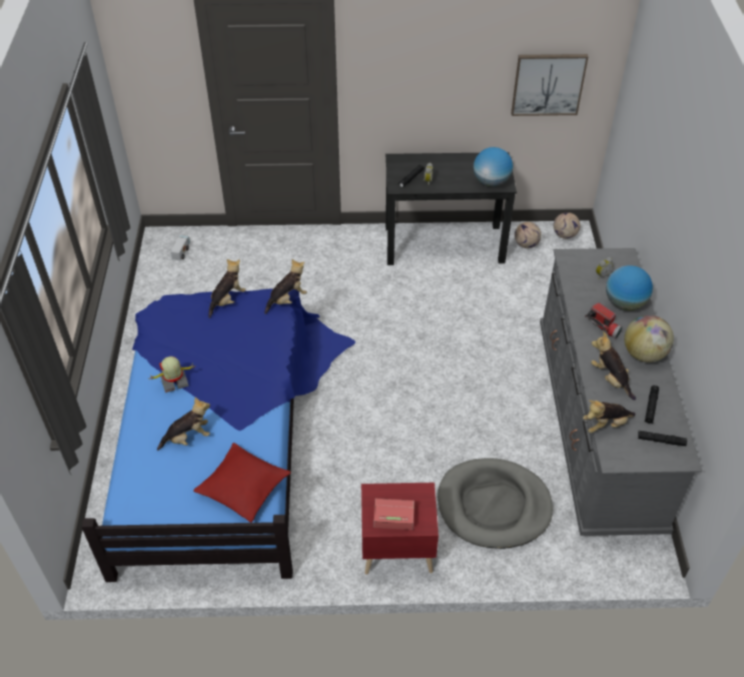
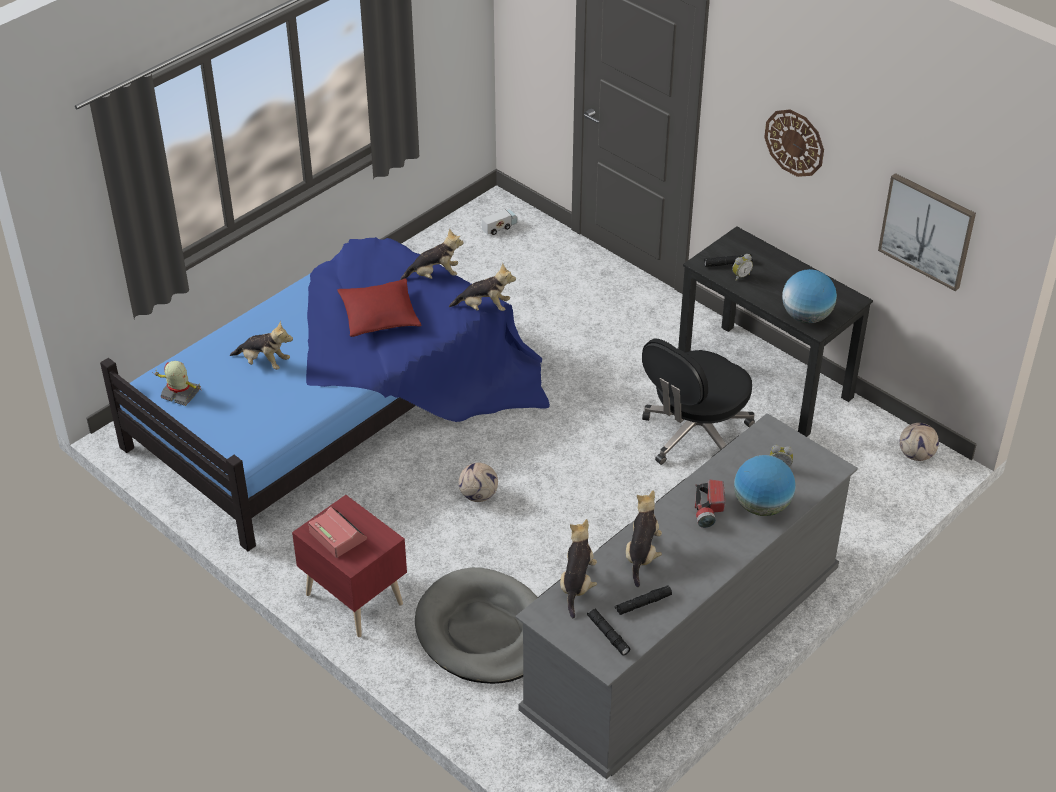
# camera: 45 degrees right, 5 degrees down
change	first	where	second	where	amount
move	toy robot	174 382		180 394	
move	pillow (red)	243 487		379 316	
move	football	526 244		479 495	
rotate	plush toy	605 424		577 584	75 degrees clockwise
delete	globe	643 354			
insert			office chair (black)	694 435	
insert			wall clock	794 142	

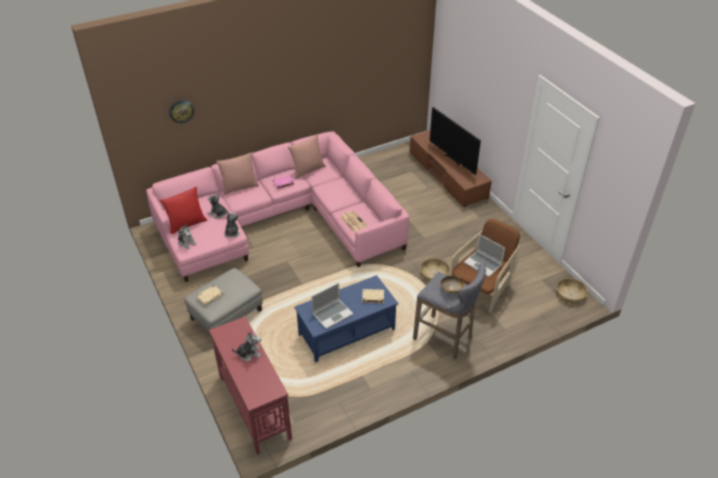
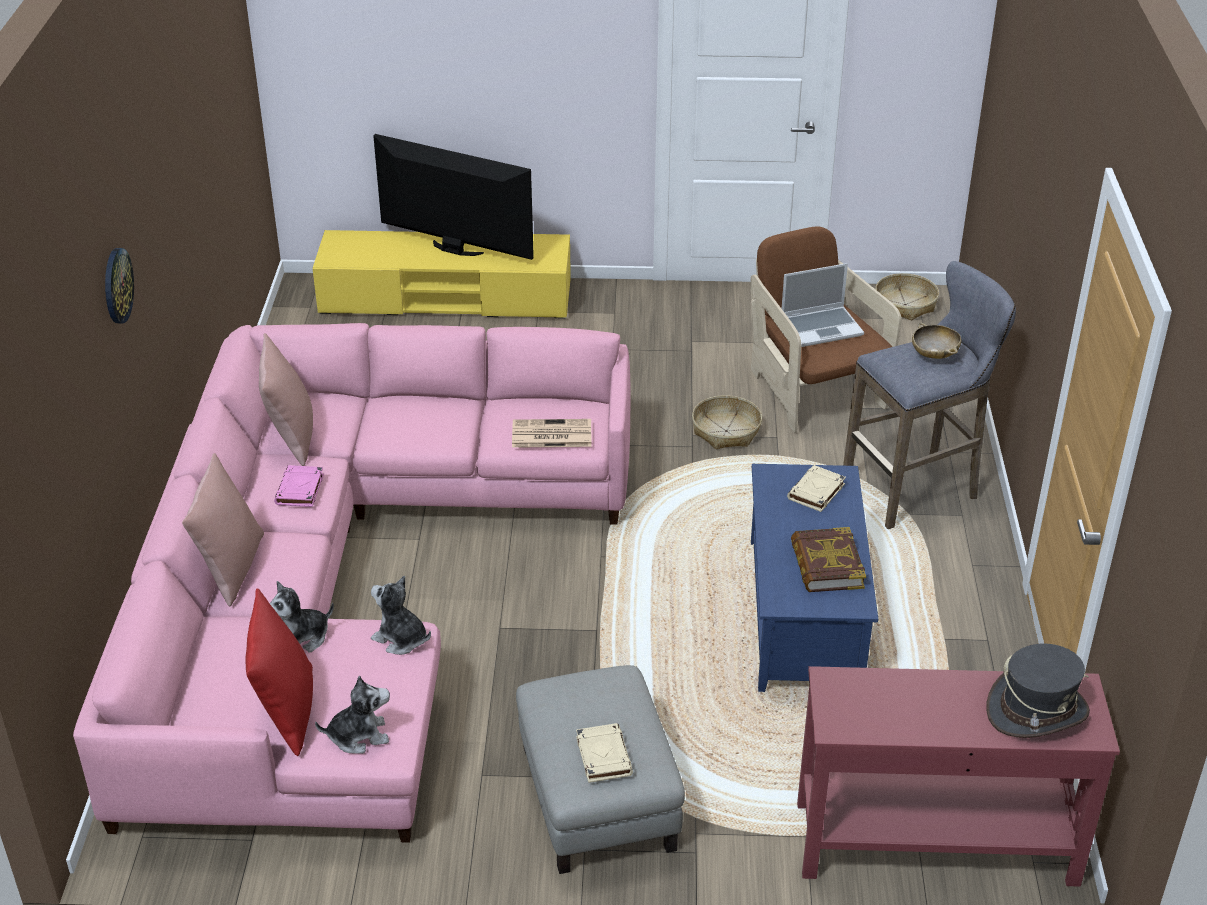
# camera: 60 degrees left, 5 degrees down
change	first	where	second	where	amount
move	wall clock	181 111		117 285	
delete	plush toy	249 353			
replace	laptop	332 314	book	826 565	
recolor	tv stand (brown)	447 175	tv stand (yellow)	446 298	
rotate	television	453 159		455 250	150 degrees counterclockwise
insert			hat (grey)	1036 711	

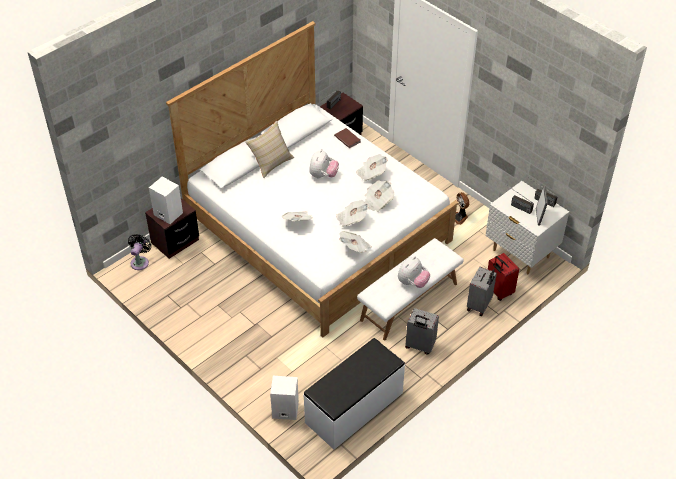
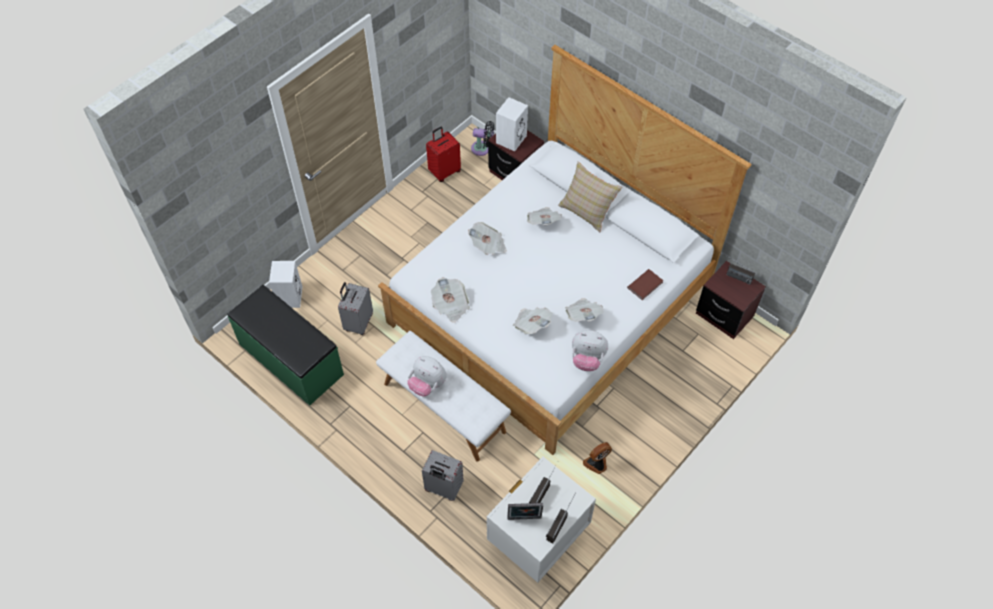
# camera: 85 degrees right, 10 degrees up
change	first	where	second	where	amount
recolor	bench (white)	354 408	bench (green)	290 360	
move	plush toy	323 175		587 359	
move	newspaper	351 219		543 222	
move	suitcase (grey)	419 346		358 322	
move	suitcase (red)	498 291		444 171	

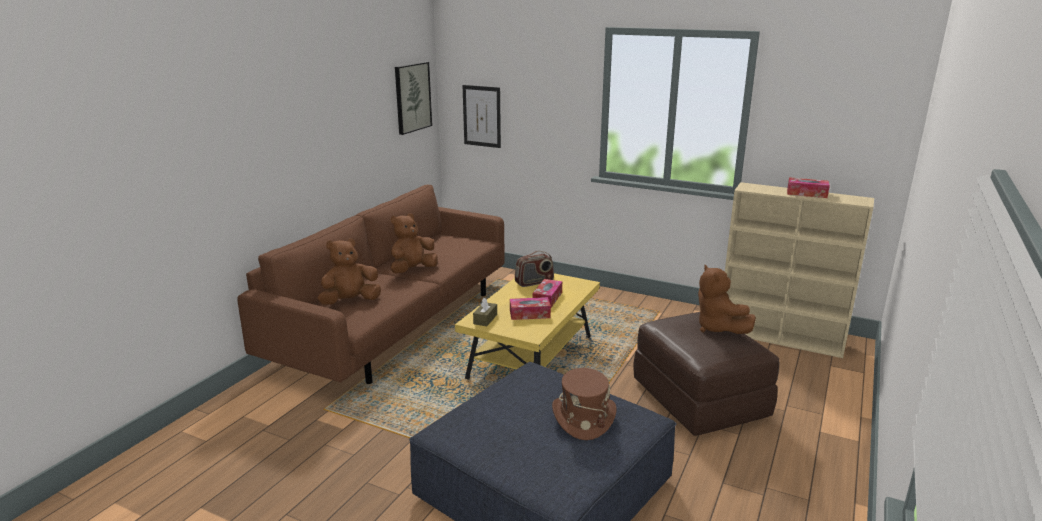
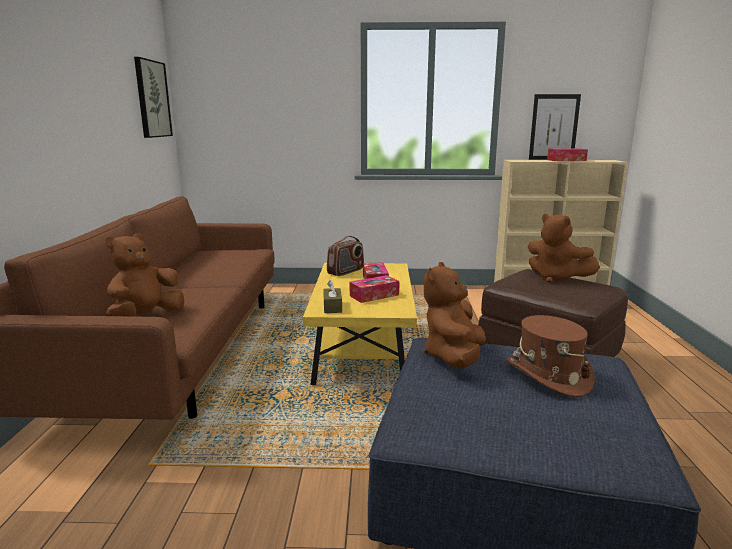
# camera: 25 degrees left, 5 degrees down
change	first	where	second	where	amount
move	plush toy (brown)	412 270		454 357	
move	picture	482 116		554 127	

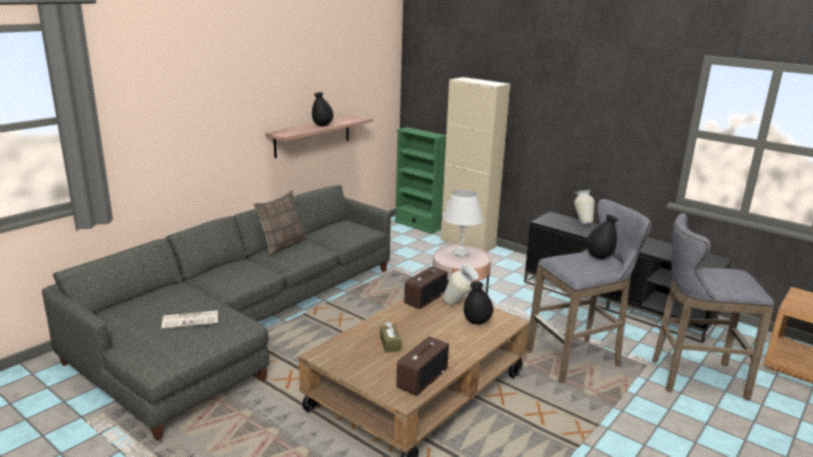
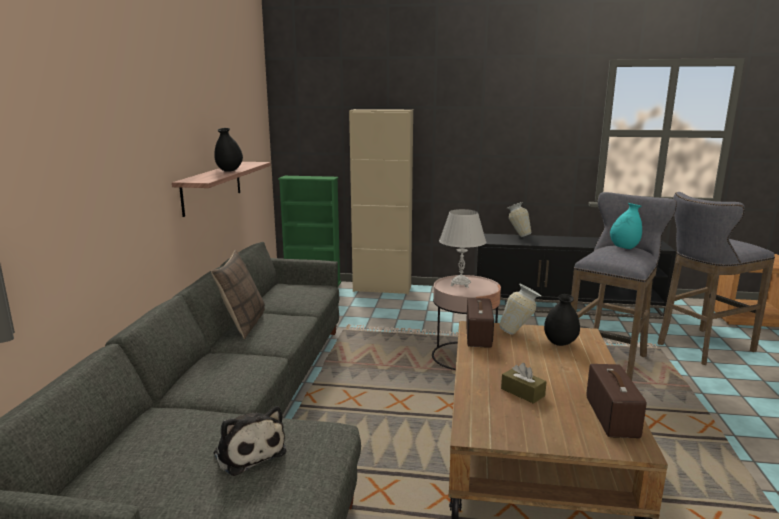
# camera: 30 degrees left, 5 degrees down
change	first	where	second	where	amount
replace	newspaper	191 320	plush toy	248 451	
recolor	vase (black)	599 257	vase (turquoise)	624 248	

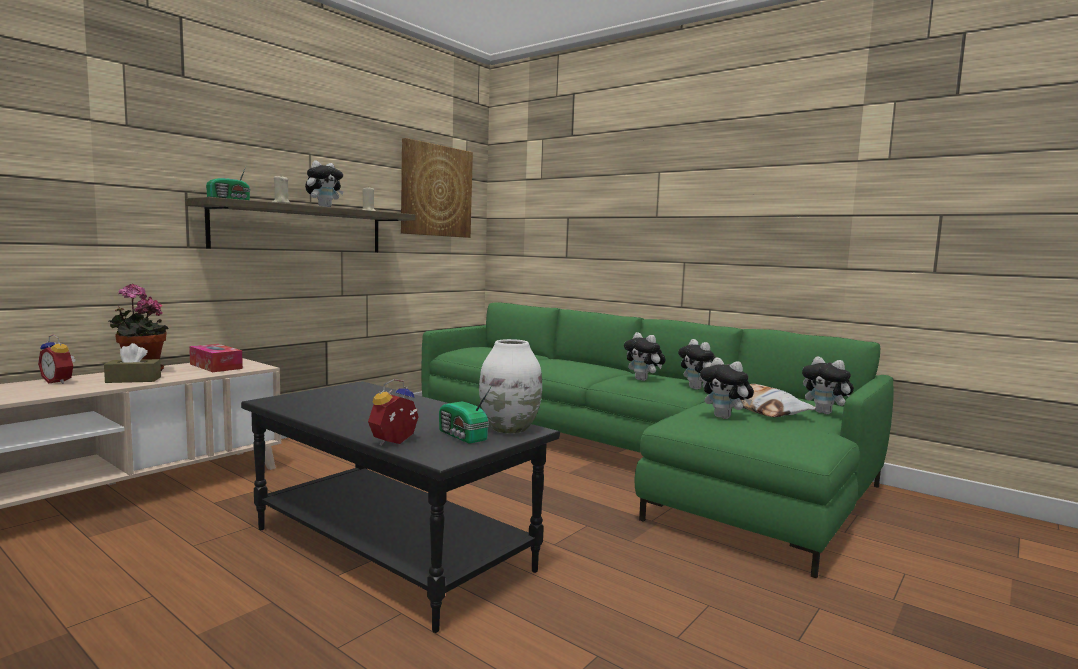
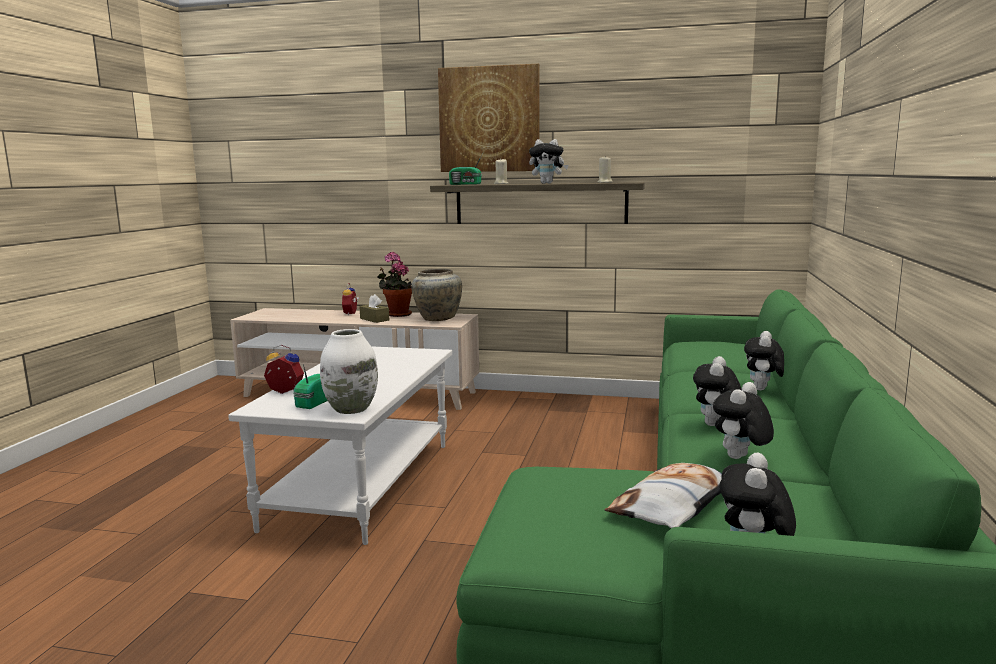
# camera: 65 degrees right, 5 degrees up
change	first	where	second	where	amount
replace	tissue box	216 366	vase (beige)	437 318	
recolor	coffee table (black)	393 549	coffee table (white)	363 485	
move	picture	436 191		489 119	
move	plush toy	725 417		763 390	

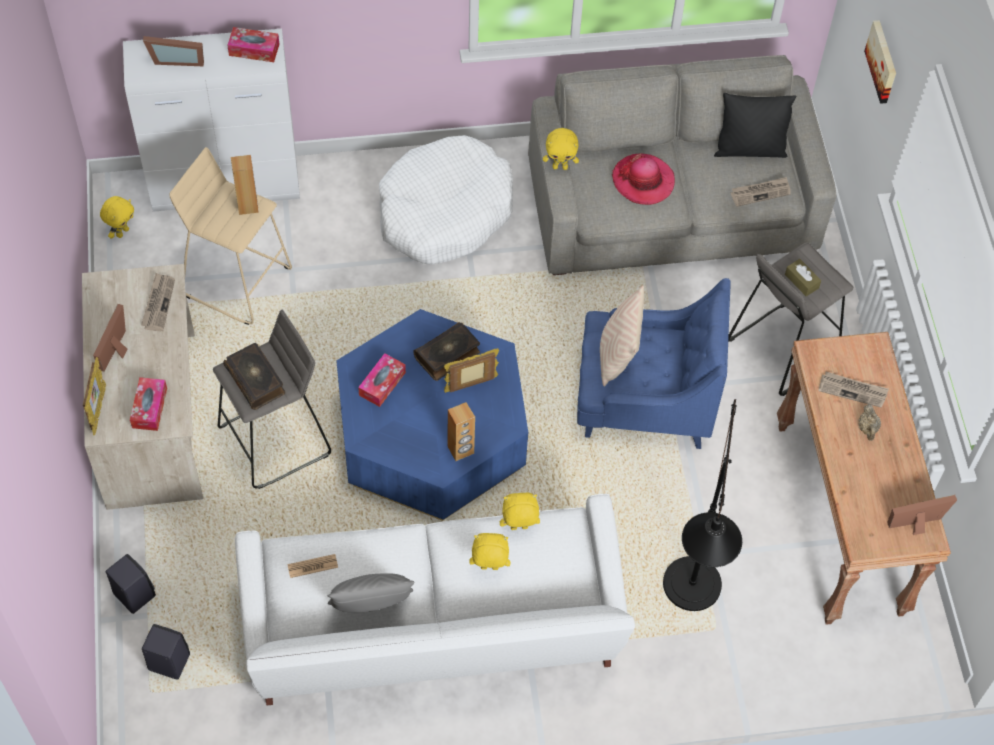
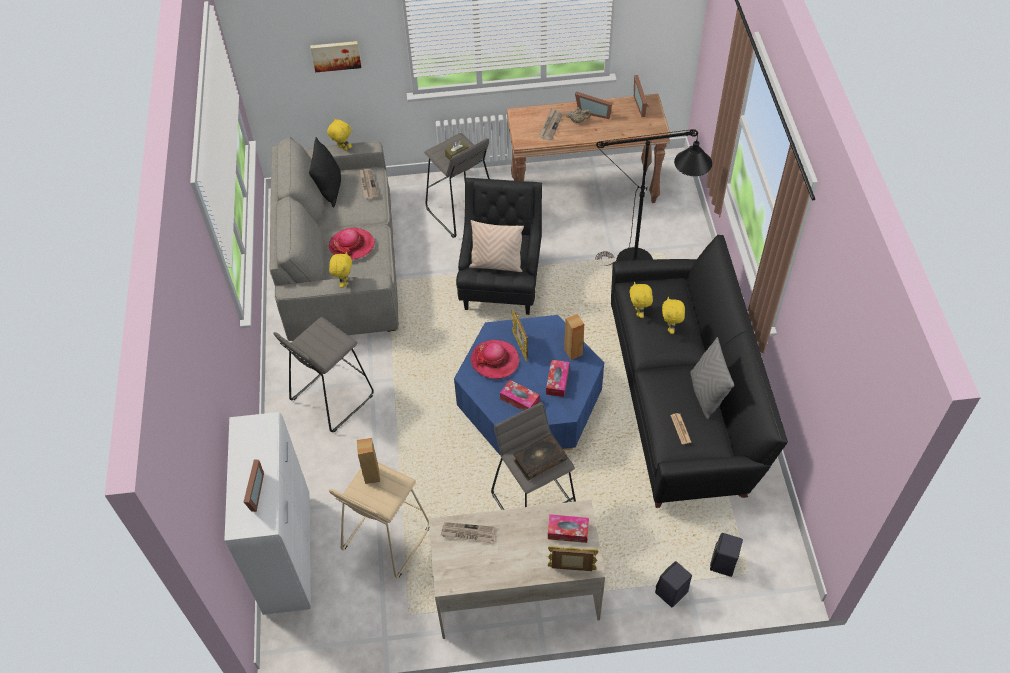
# camera: 85 degrees left, 5 degrees down
change	first	where	second	where	amount
move	picture frame	118 349		593 112	
move	plush toy (yellow)	122 232		342 148	
move	tissue box	254 50		557 381	
recolor	sofa (white)	433 634	sofa (black)	683 399	
replace	dog bed (white)	444 212	stool (grey)	332 397	
replace	book	447 355	hat	495 360	
recolor	armchair (blue)	643 402	armchair (black)	501 283	

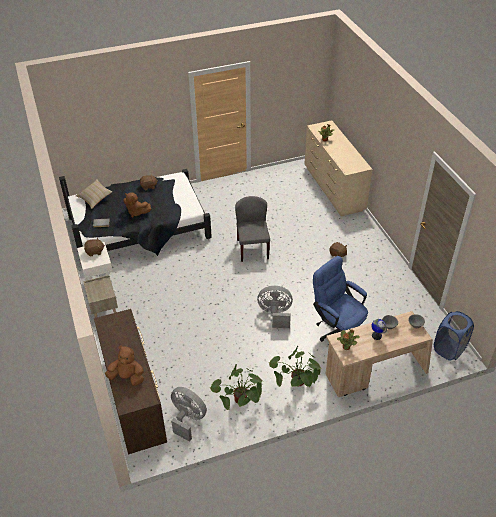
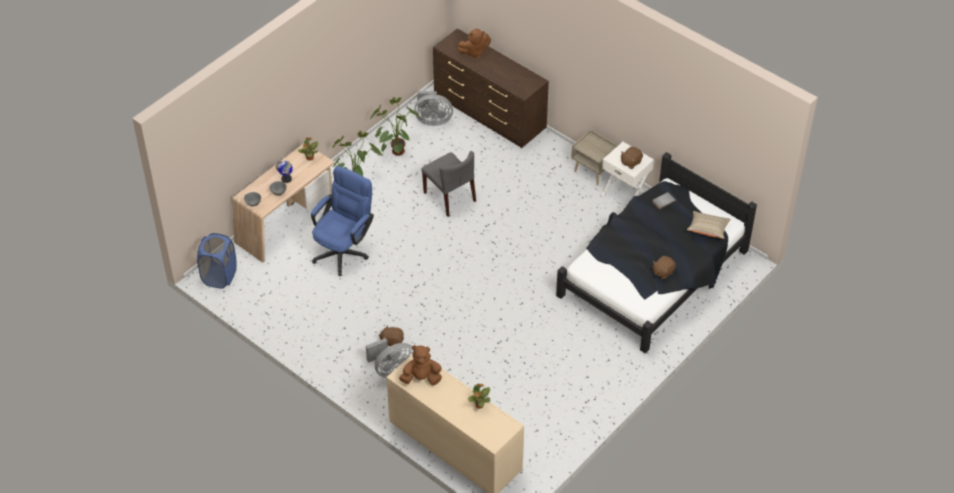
# camera: 150 degrees right, 5 degrees up
change	first	where	second	where	amount
move	plush toy (brown)	136 212		421 378	
move	chair (grey)	252 249		450 197	
move	fan (grey)	275 314		392 370	
rotate	office chair (blue)	337 329		344 250	75 degrees counterclockwise

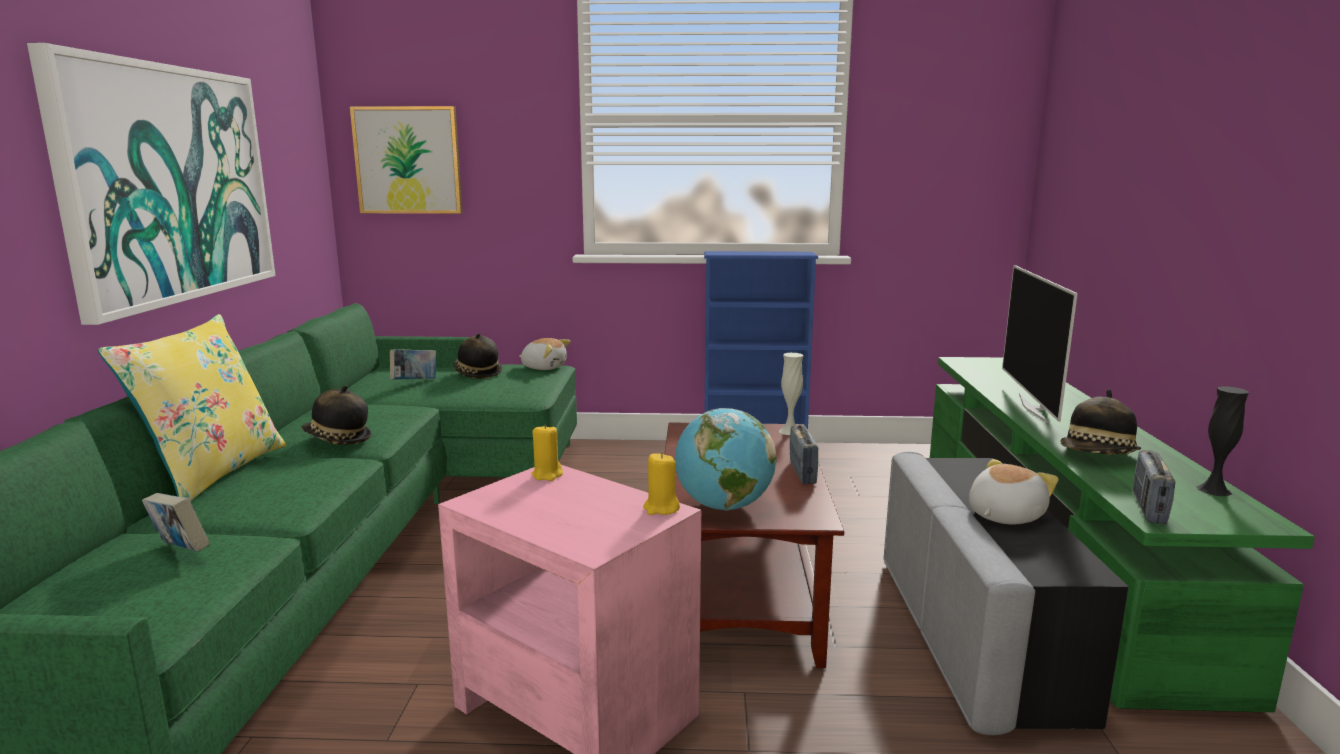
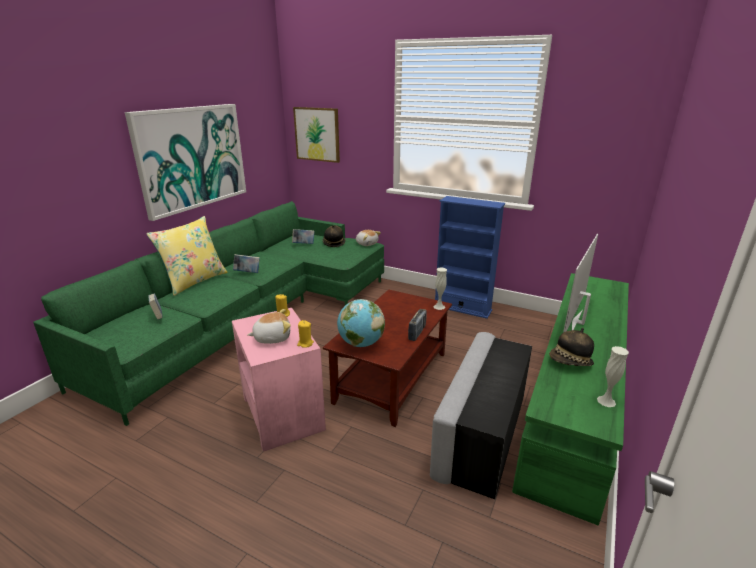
# camera: 25 degrees right, 10 degrees up
change	first	where	second	where	amount
replace	hat	337 439	book	247 273	
move	plush toy	1003 515		272 337	
delete	radio	1148 508			
recolor	vase (black)	1213 490	vase (white)	606 401	

